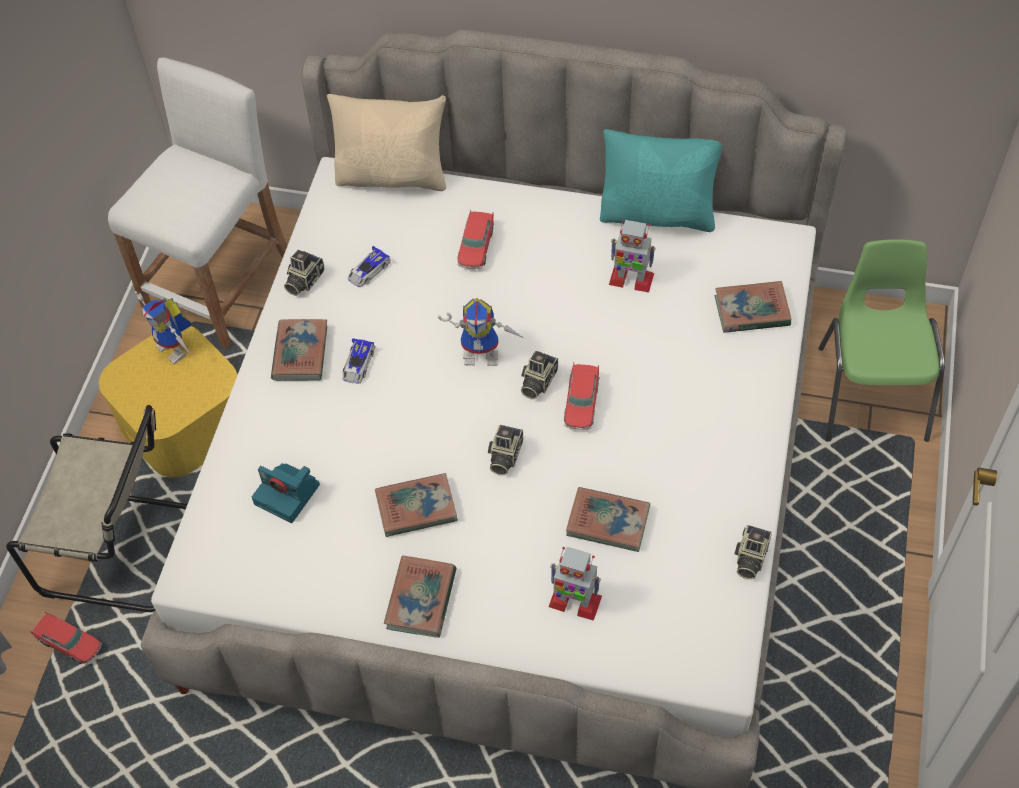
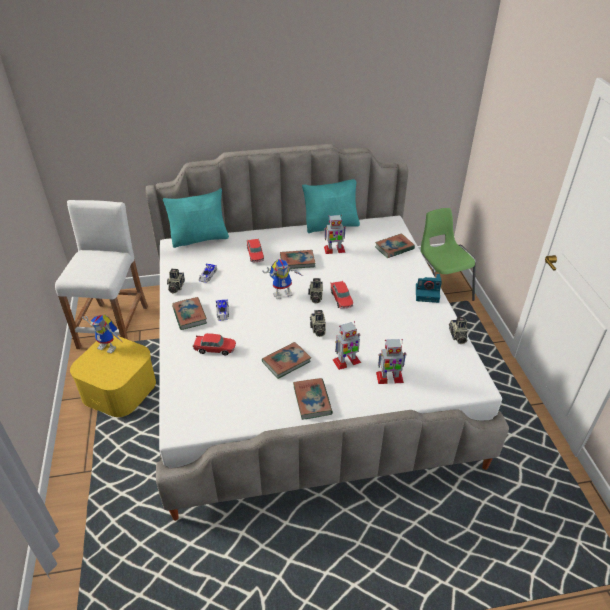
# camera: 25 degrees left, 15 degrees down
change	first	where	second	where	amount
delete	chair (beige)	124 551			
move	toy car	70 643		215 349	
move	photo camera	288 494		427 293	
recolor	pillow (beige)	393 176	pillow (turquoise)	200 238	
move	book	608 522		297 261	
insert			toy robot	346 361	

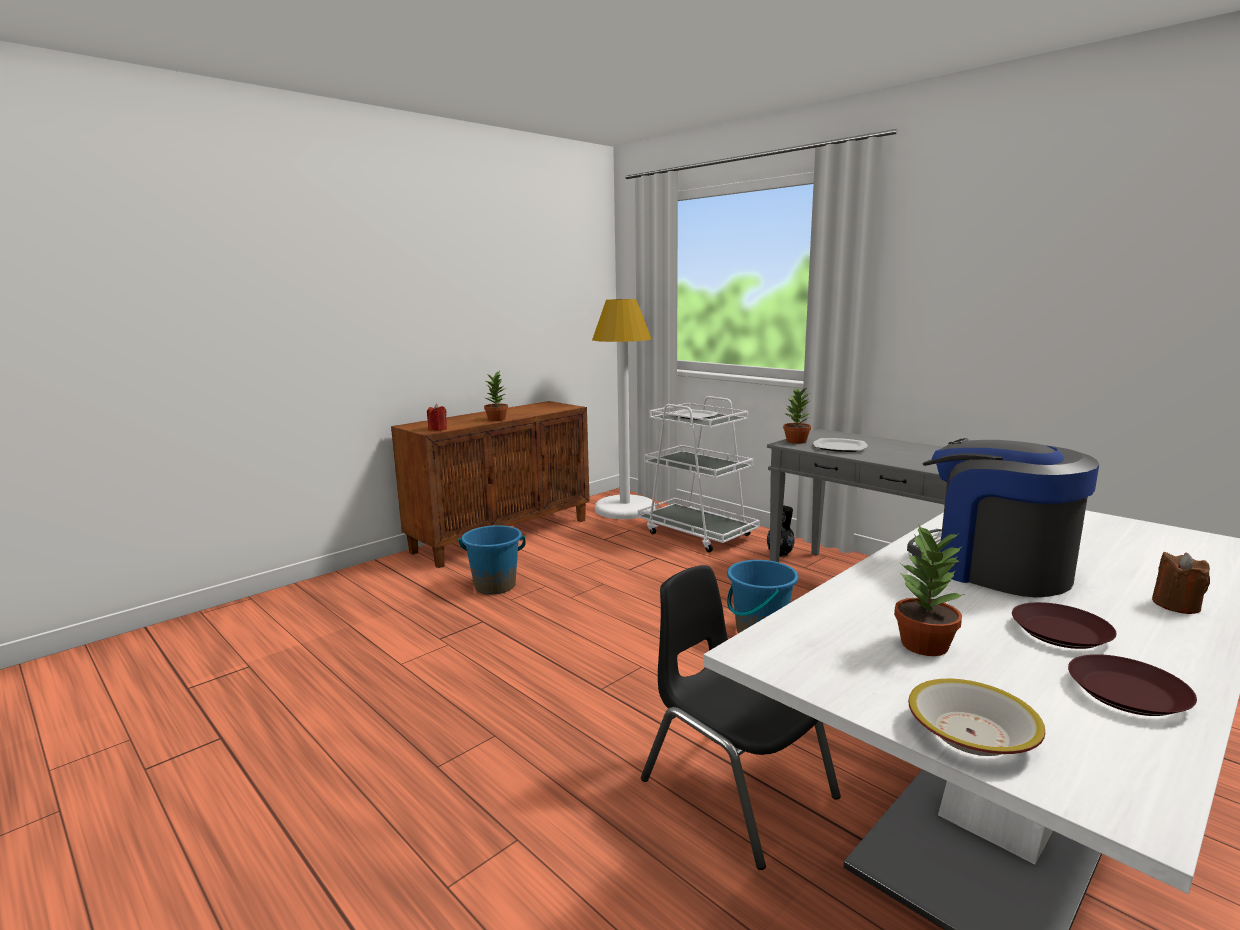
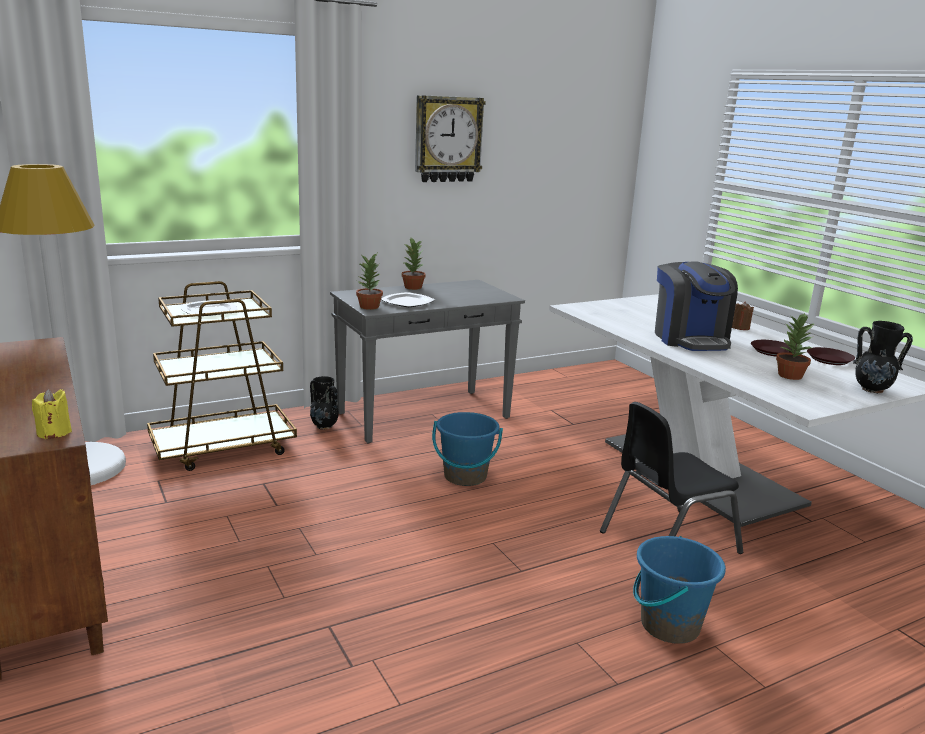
# camera: 75 degrees left, 5 degrees up
change	first	where	second	where	amount
recolor	candle (red)	438 429	candle (yellow)	54 432	
move	bucket (blue)	495 586		669 625	
move	potted plant	497 419		413 287	
recolor	cart (white)	697 534	cart (brown)	224 447	
rotate	coffee machine	992 568		690 339	75 degrees counterclockwise
replace	bowl	970 733	vase (black)	872 390	
insert			wall clock	447 139	

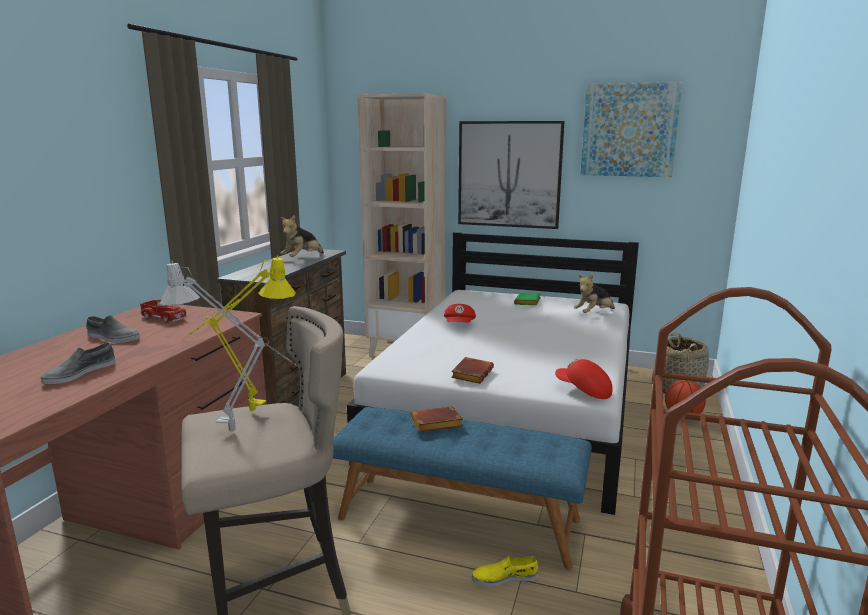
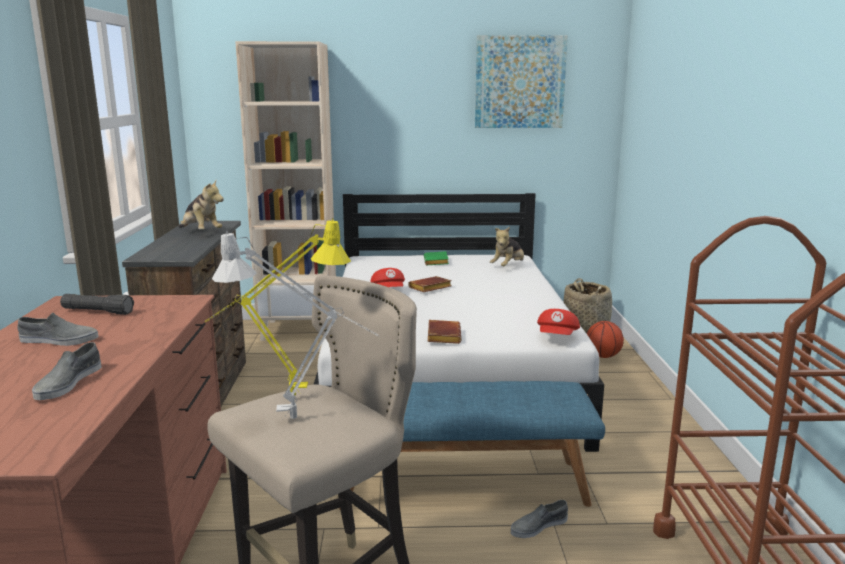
# camera: 20 degrees left, 0 degrees up
change	first	where	second	where	amount
replace	toy truck	164 318	flashlight (black)	97 312	
rotate	plush toy	302 258		201 232	60 degrees counterclockwise
move	book (brown)	435 424		429 288	
delete	picture	509 174			
recolor	shoe (yellow)	504 577	shoe (grey)	538 526	
rotate	cap (red)	583 391		557 337	90 degrees counterclockwise

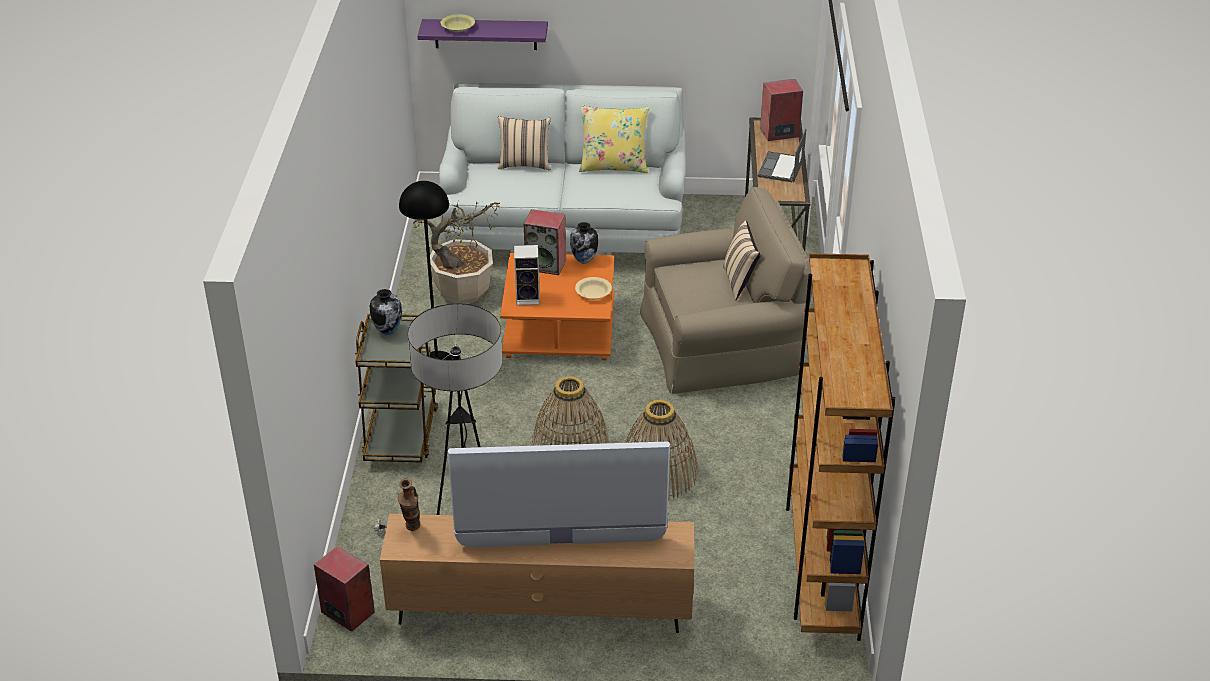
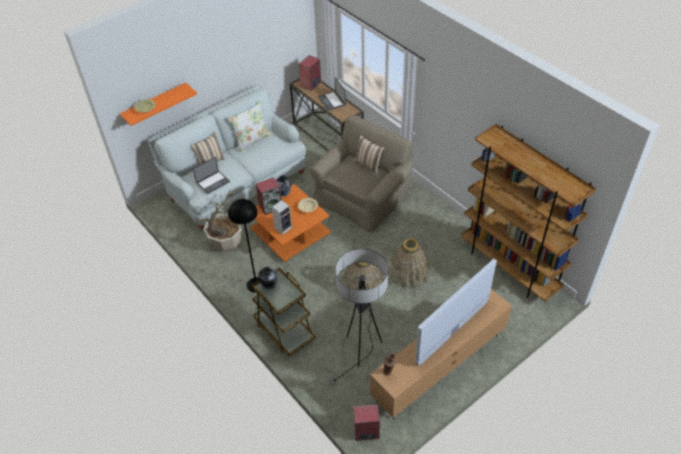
# camera: 40 degrees left, 10 degrees up
change	first	where	second	where	amount
recolor	shelf (purple)	485 34	shelf (orange)	155 105	
recolor	pillow (yellow)	613 166	pillow (white)	251 140	
insert			laptop	213 182	

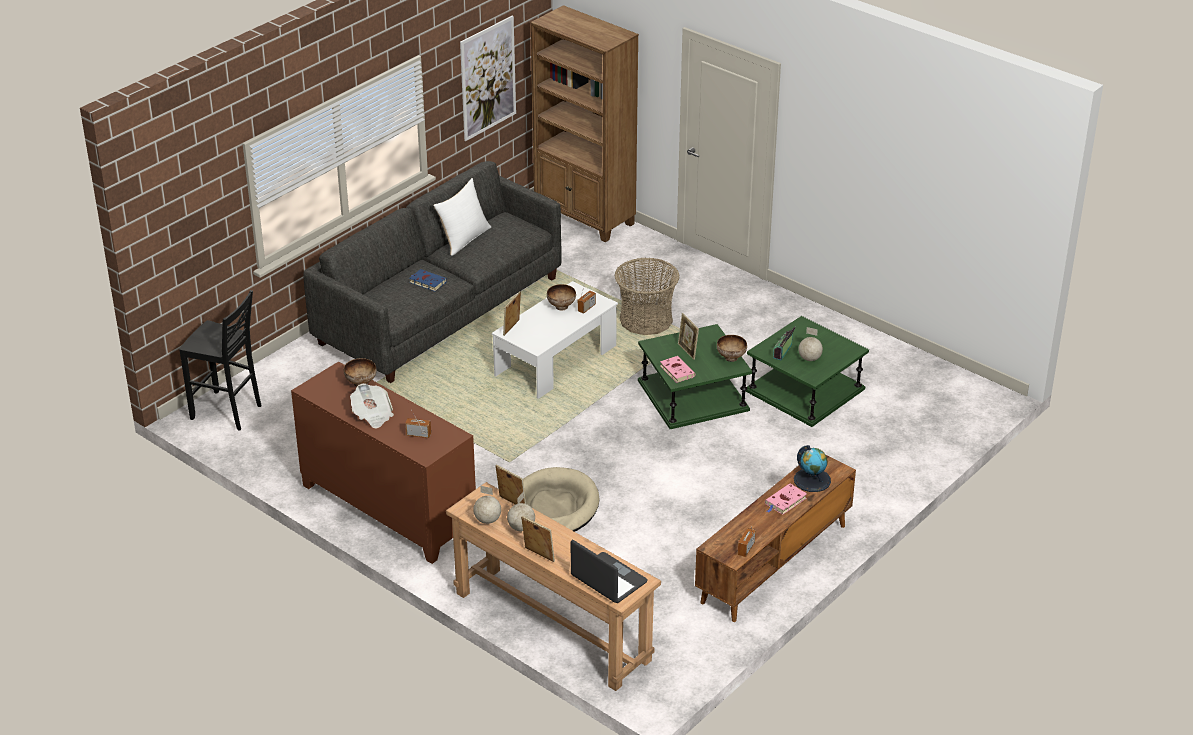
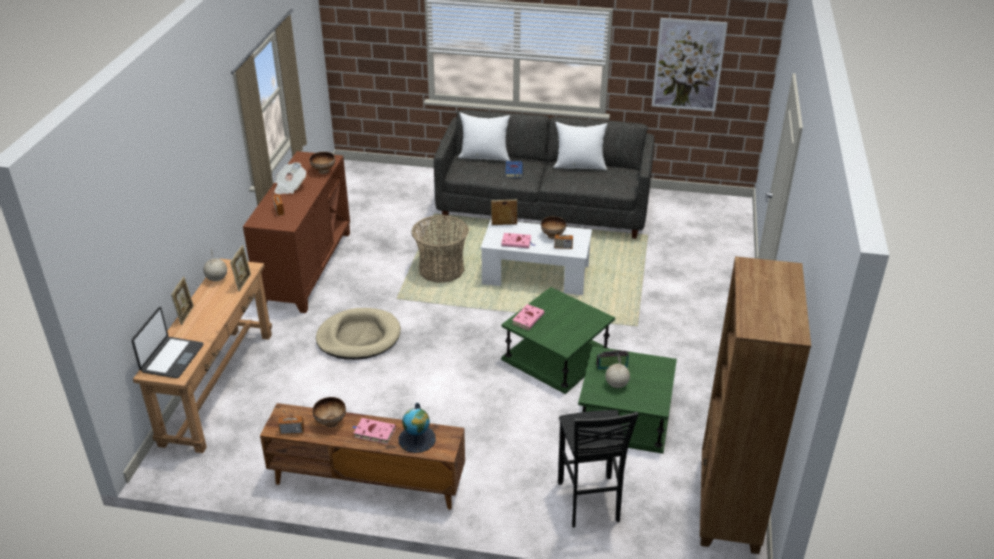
# camera: 60 degrees right, 0 degrees up
change	first	where	second	where	amount
move	stool (black)	228 412		589 503	
delete	globe	521 527			
move	bookcase (brown)	585 218		728 506	
move	basket	646 320		441 269	
delete	picture frame	687 351			
move	bowl	730 358		330 422	
insert			pillow (white)	484 156	
insert			book (pink)	517 242	

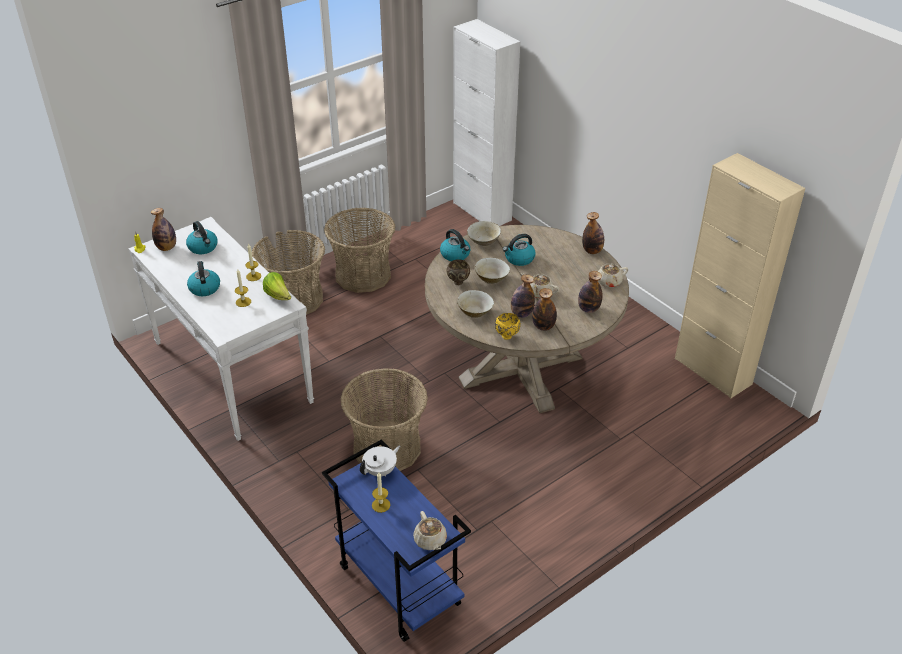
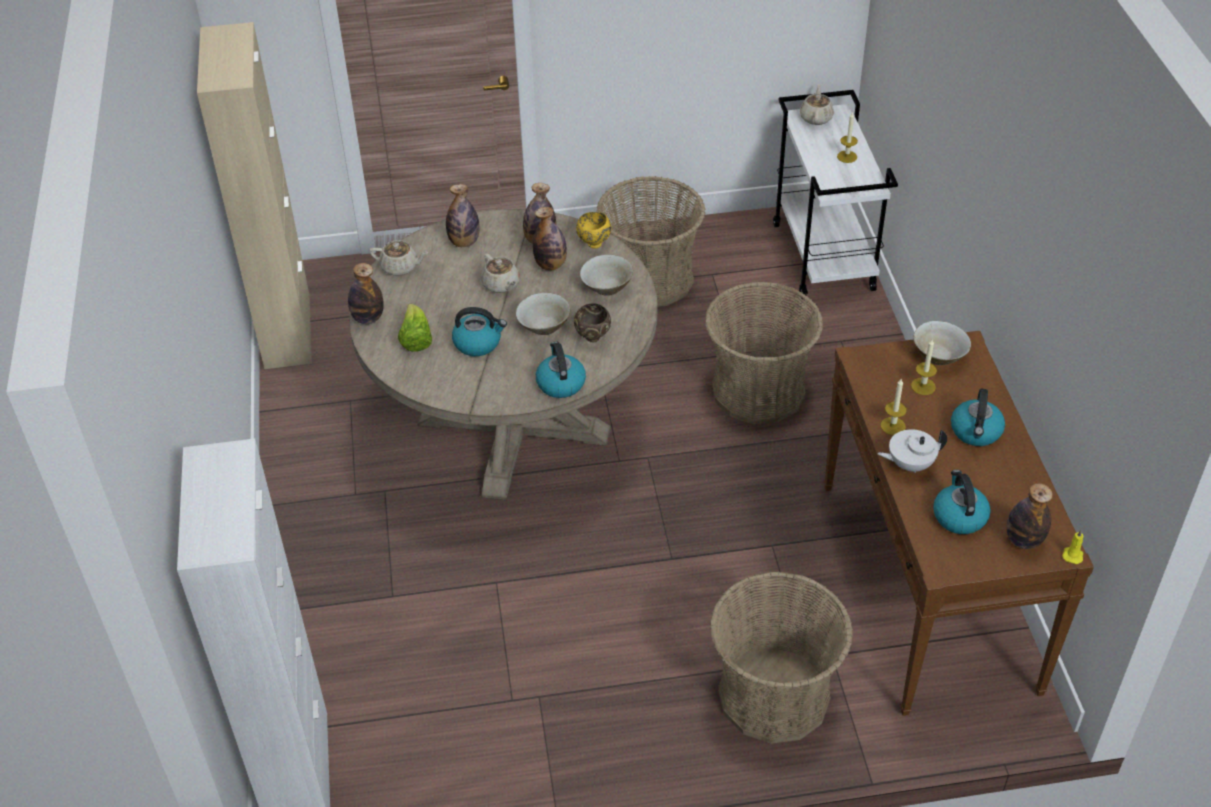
# camera: 150 degrees left, 5 degrees up
change	first	where	second	where	amount
recolor	console table (white)	231 371	console table (brown)	928 586	
move	lettuce	278 296		416 339	
recolor	cart (blue)	397 585	cart (white)	824 257	
move	basket	363 275		650 279	
move	teapot (white)	380 471		909 464	
move	bowl (beige)	483 241		939 356	

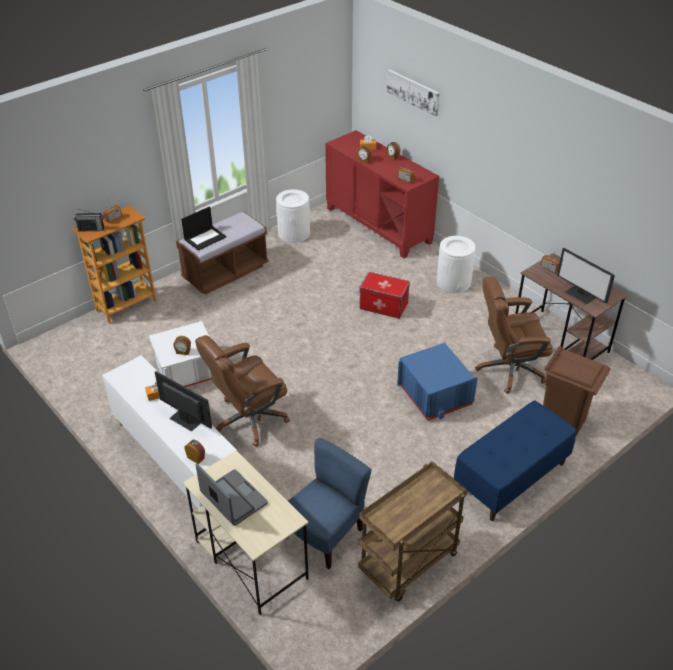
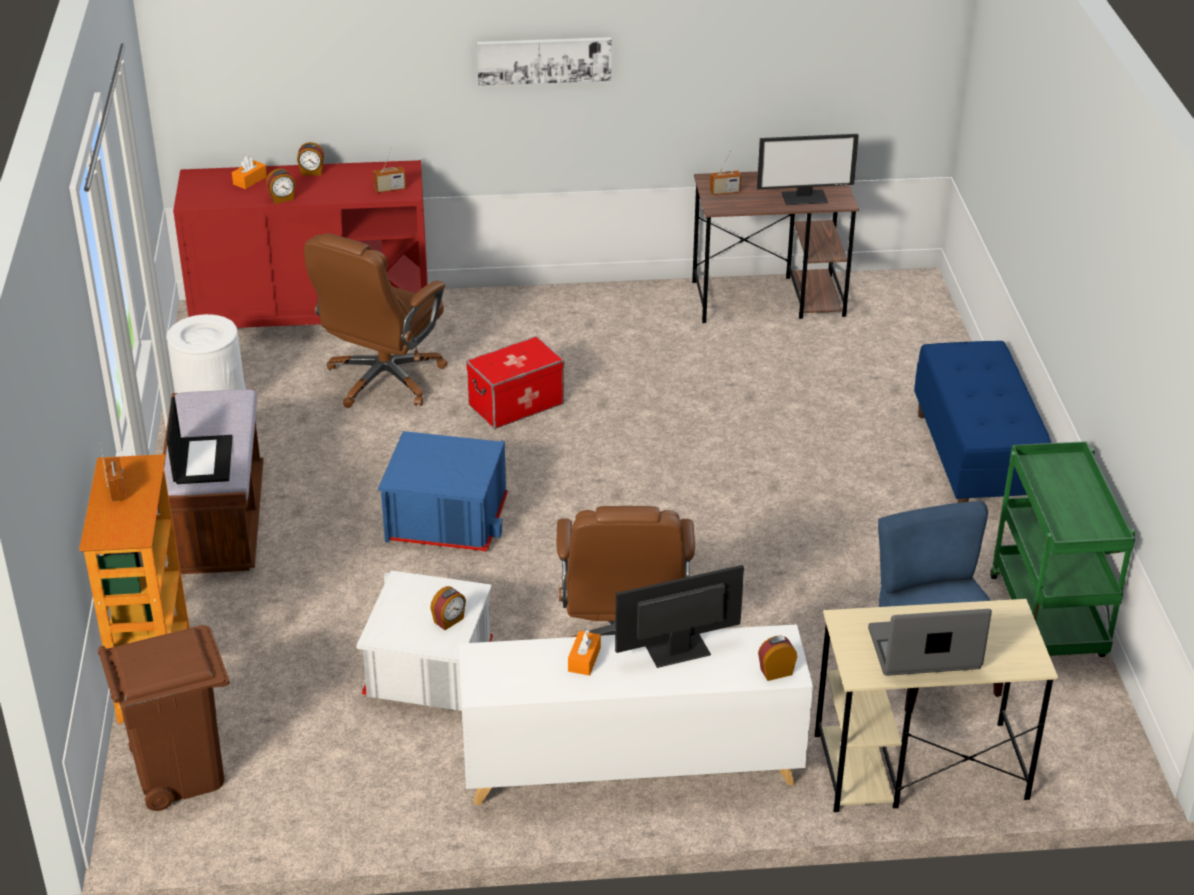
# camera: 55 degrees left, 5 degrees down
change	first	where	second	where	amount
delete	radio	91 229			
recolor	cart (brown)	408 564	cart (green)	1049 619	
move	picture	413 92		544 60	
move	storage box (blue)	435 395		446 519	
delete	trash can (white)	454 282			
move	office chair (brown)	509 369		383 380	
move	trash can (brown)	564 419		180 772	

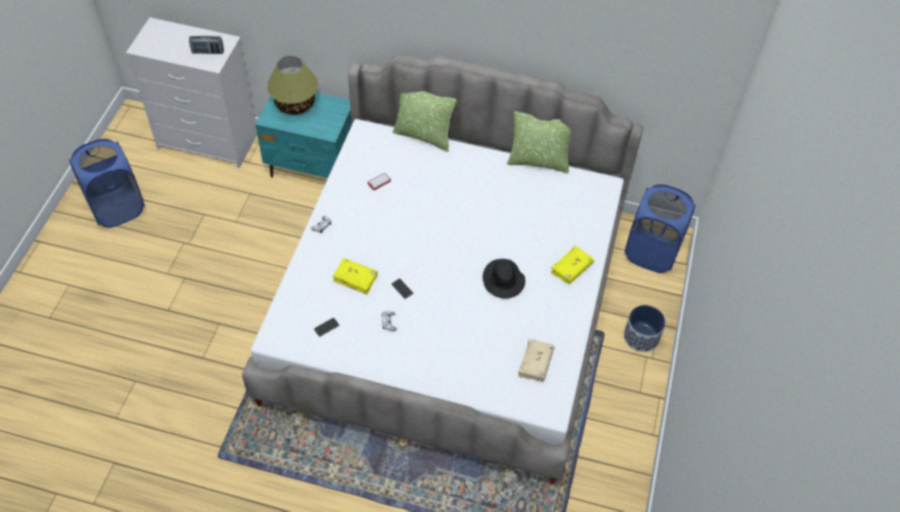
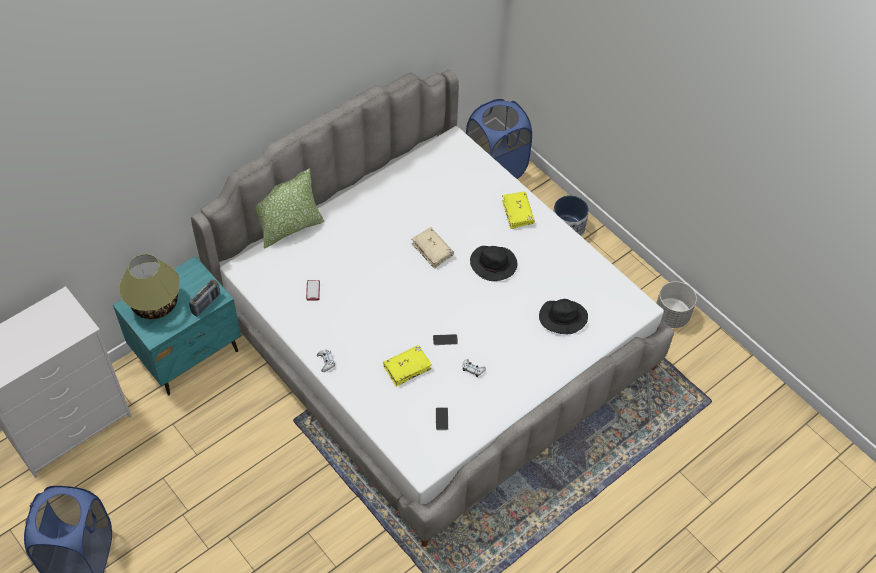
# camera: 55 degrees left, 0 degrees up
change	first	where	second	where	amount
move	radio	208 52		206 304	
delete	pillow	538 162			
move	book (beige)	535 363		432 250	
insert			hat (black)	562 318	
insert			planter (grey)	671 315	

